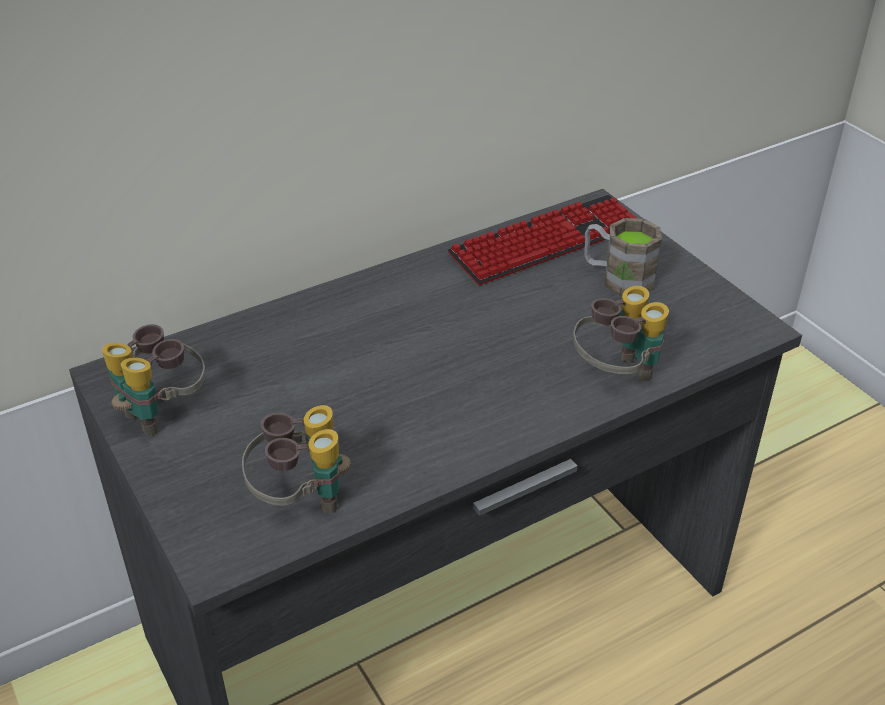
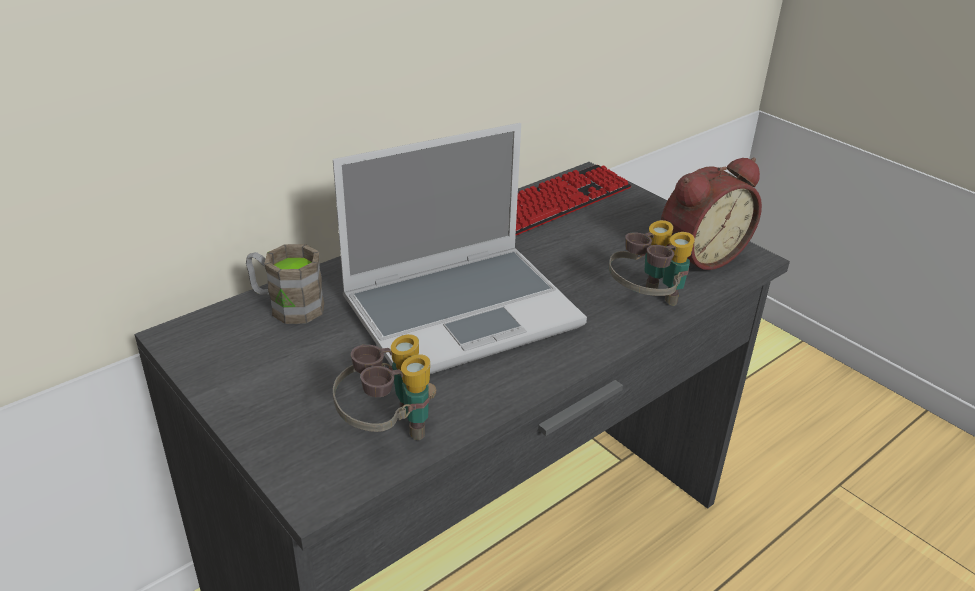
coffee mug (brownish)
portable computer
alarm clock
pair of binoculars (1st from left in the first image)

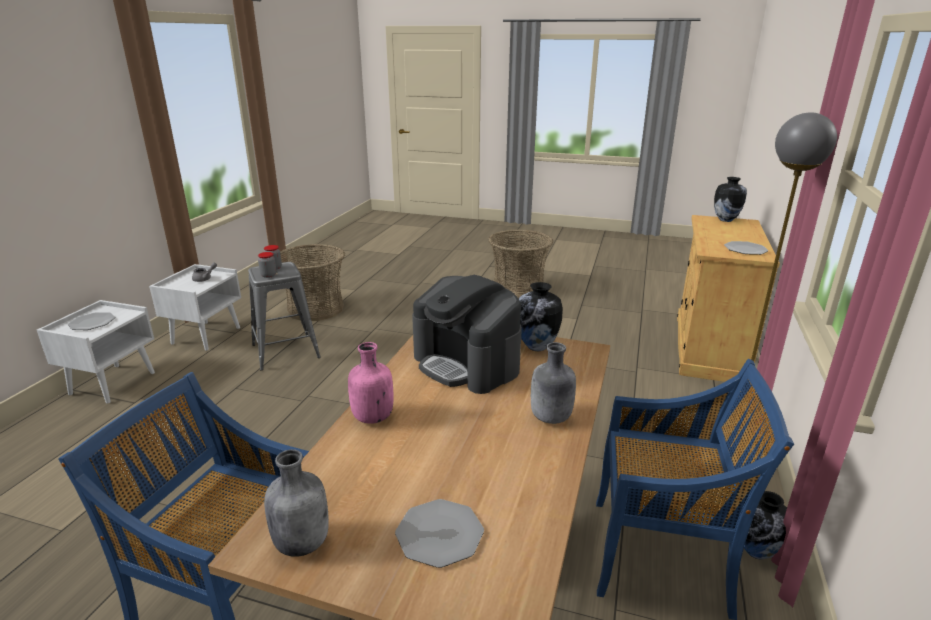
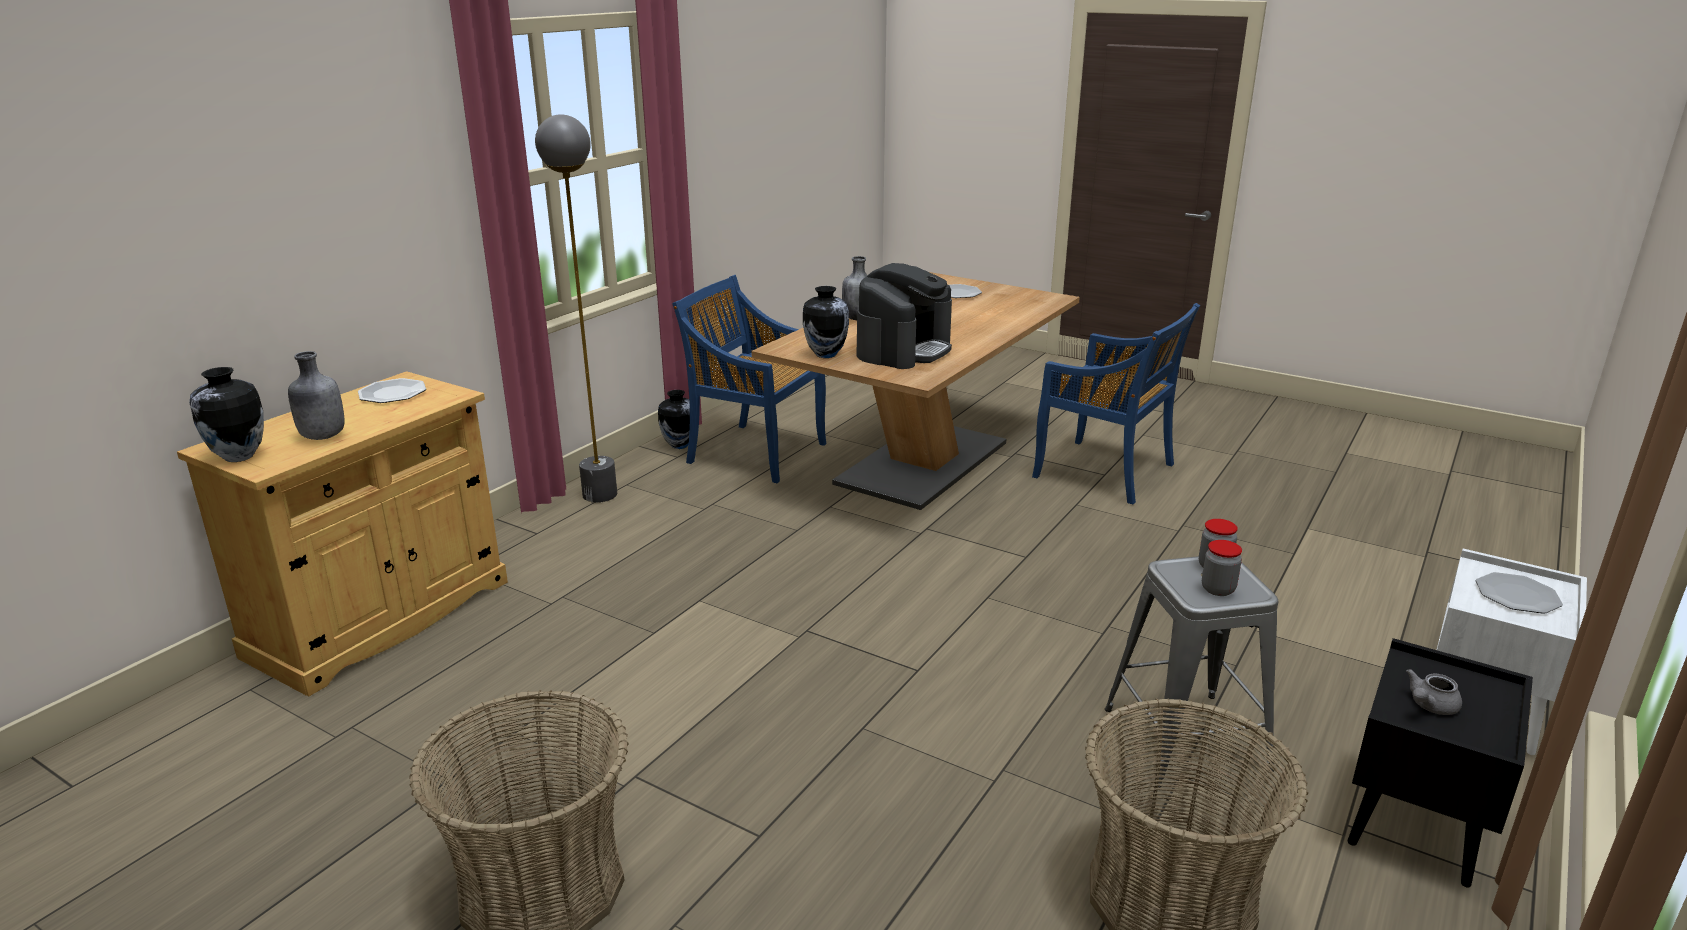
drink bottle (grey) (1st from left)
coffee brewer
nightstand (blackish)
drink bottle (pink-coloured)

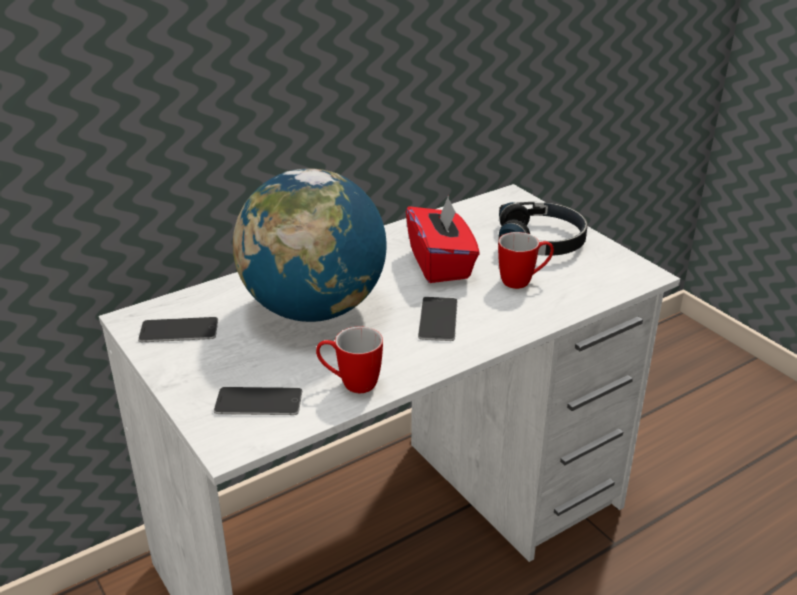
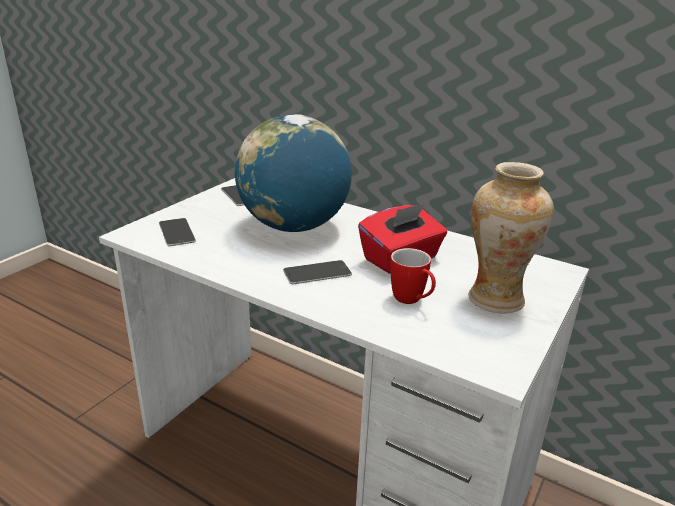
vase
coffee mug (1st from left in the first image)

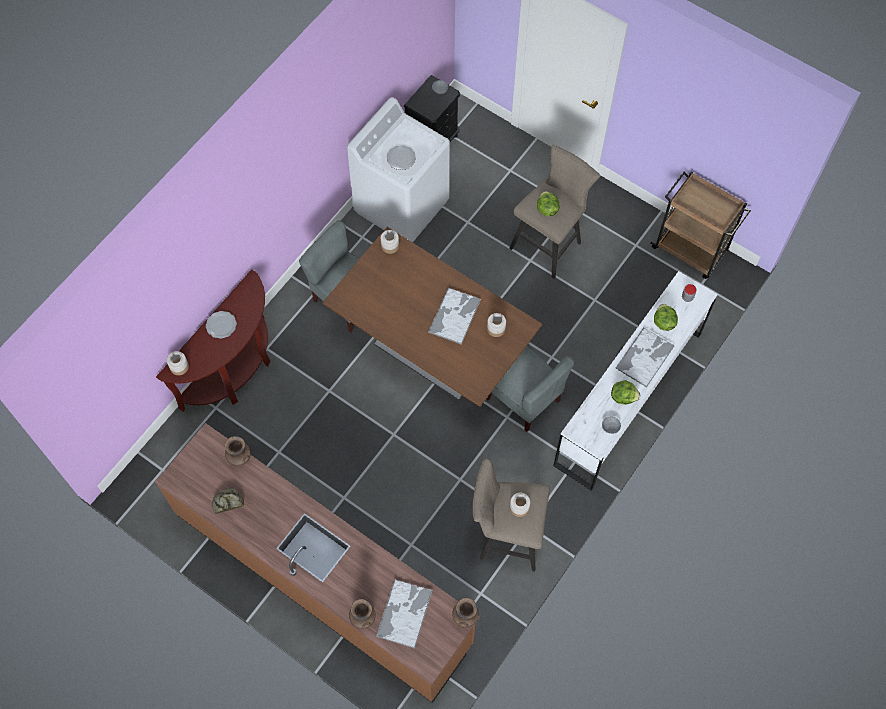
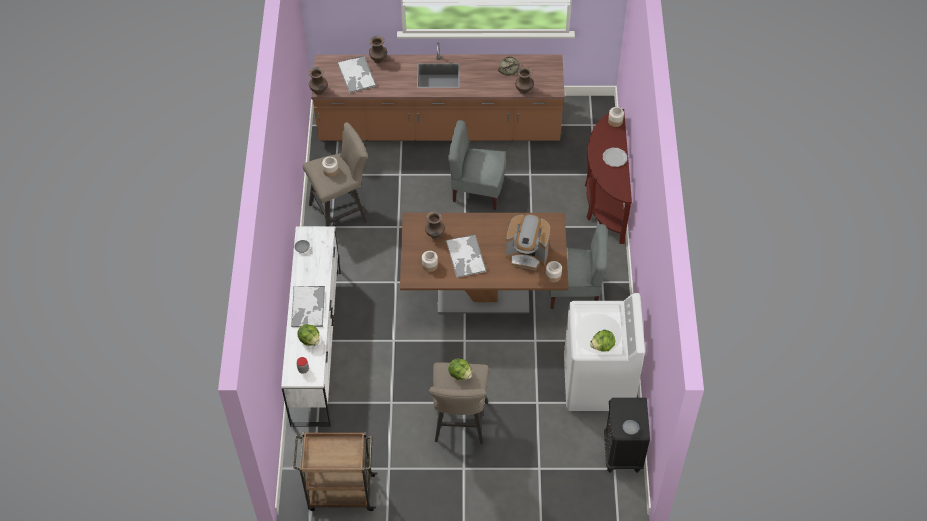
vase (brownish) (3rd from left)
upright chair (grey) (1st from left)
coffee brewer
lettuce (3rd from left)
plate (2nd from left in the first image)

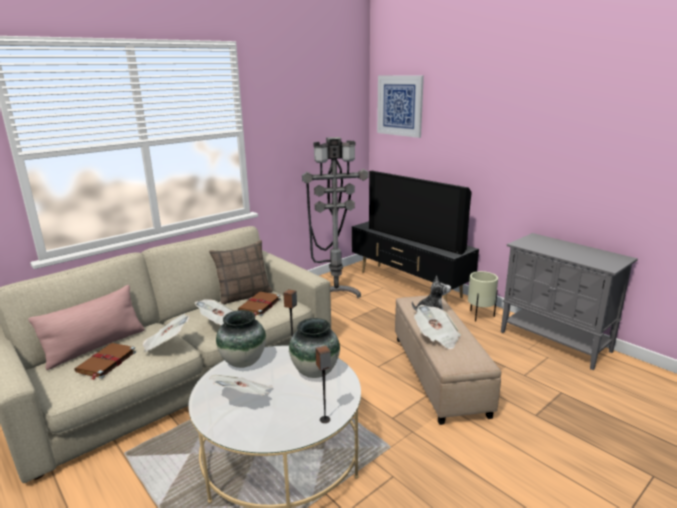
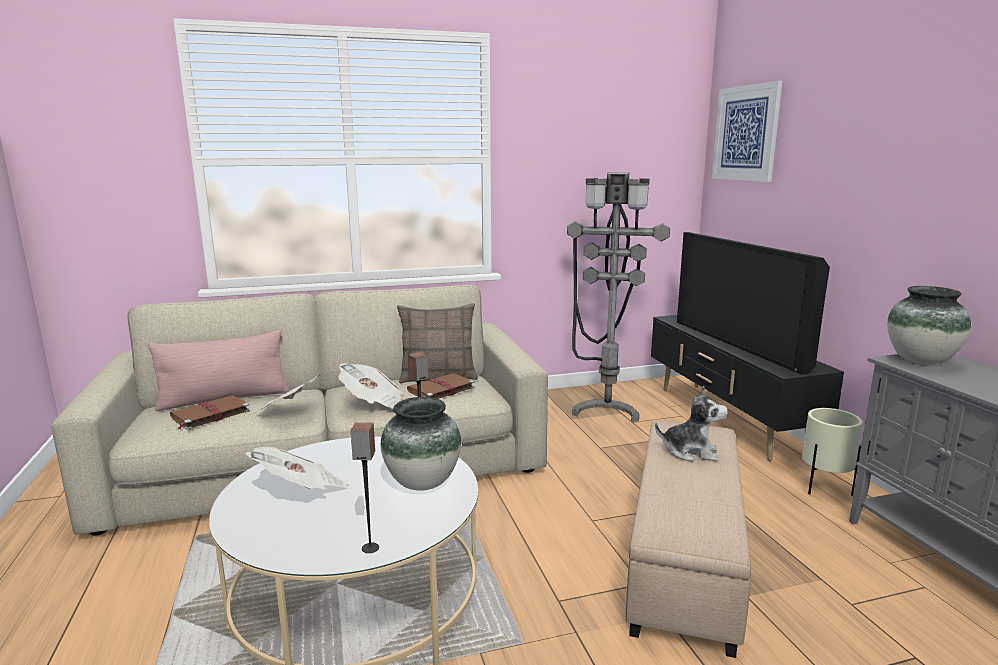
vase (2nd from left)
newspaper (4th from left in the first image)

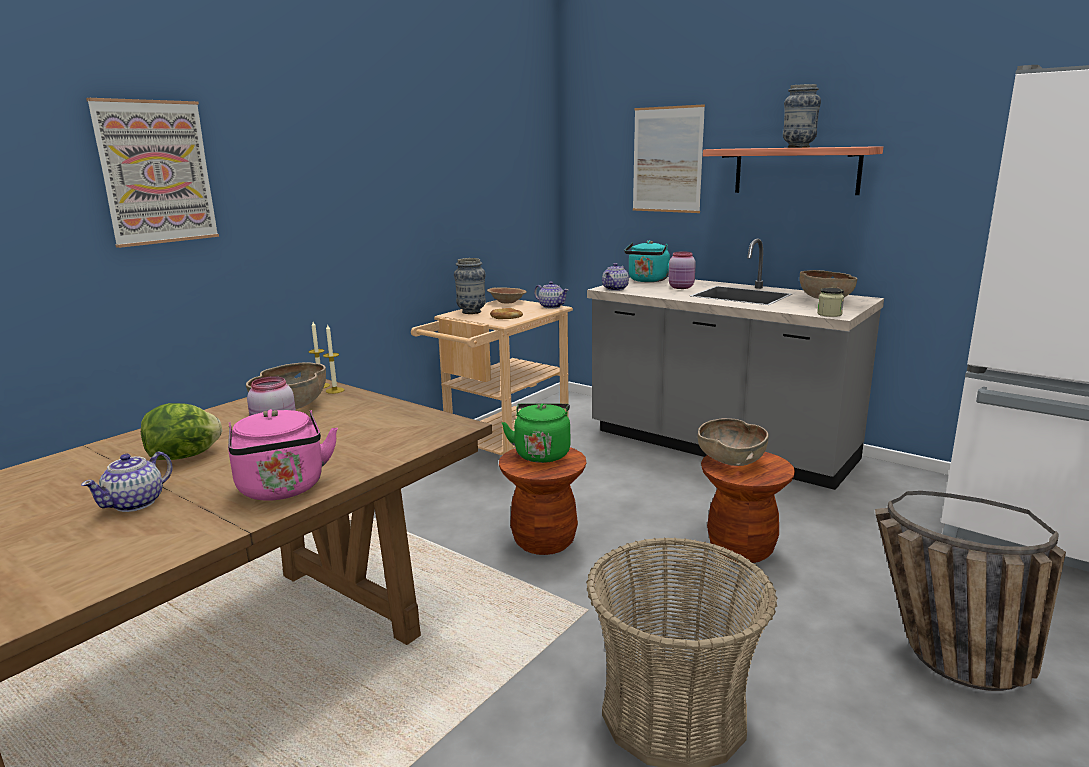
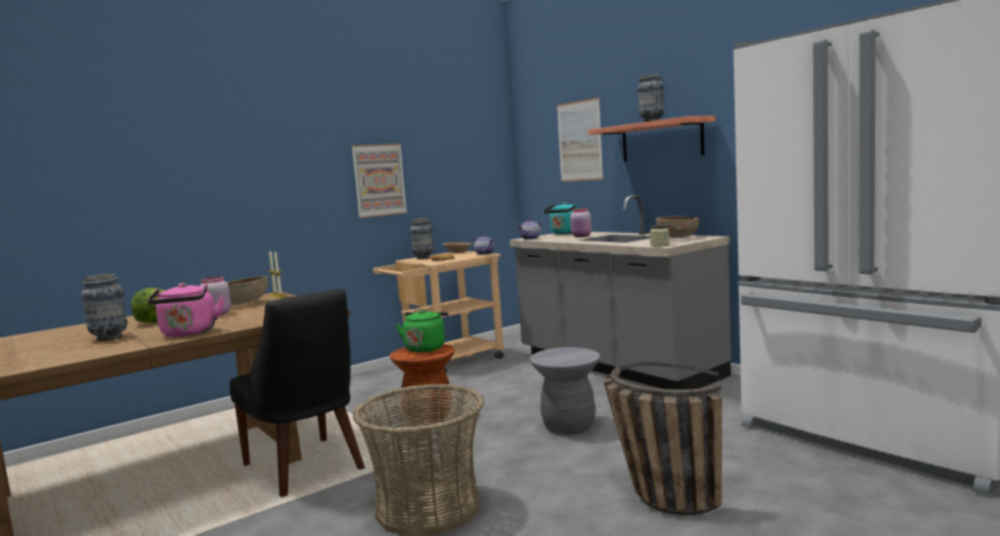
vase (1st from left)
upright chair (blackish)
wall picture (1st from left)
stool seat (grey)
serving bowl (brownish) (3rd from left in the first image)

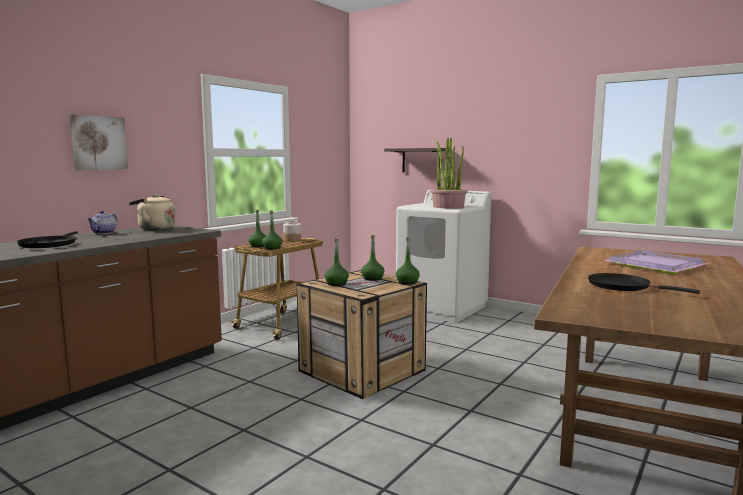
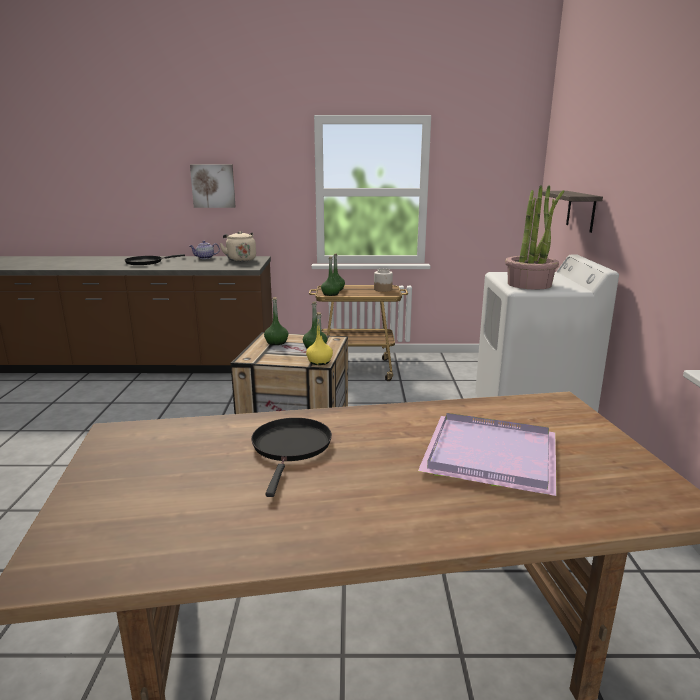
drink bottle (yellowish)

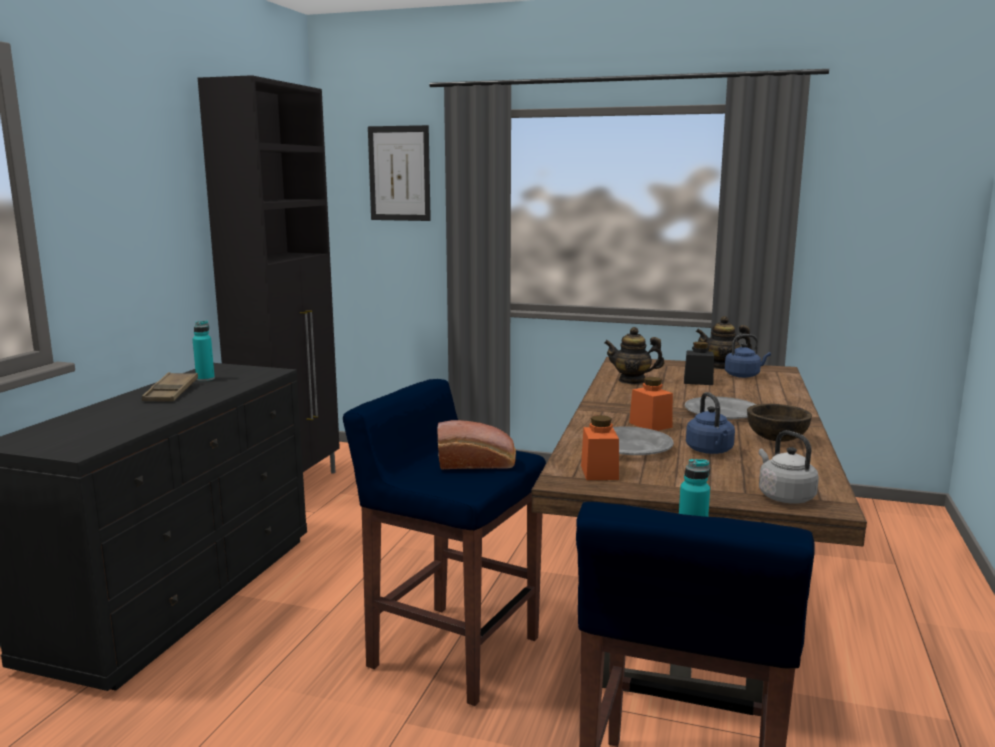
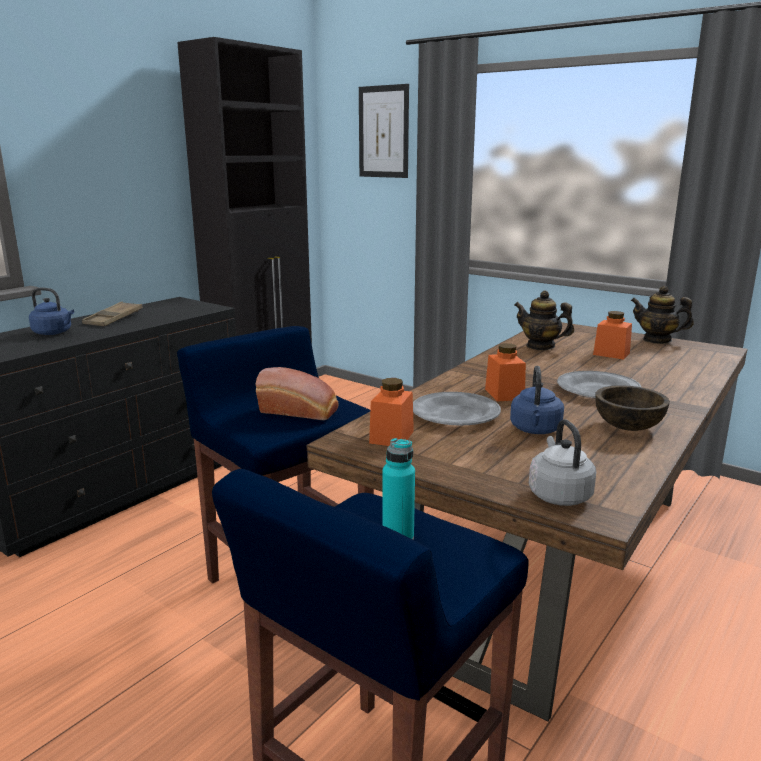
water kettle (blue-coloured) (1st from left)
storage jar (orange-coloured) (3rd from left)
drink bottle (blue-green) (1st from left in the first image)

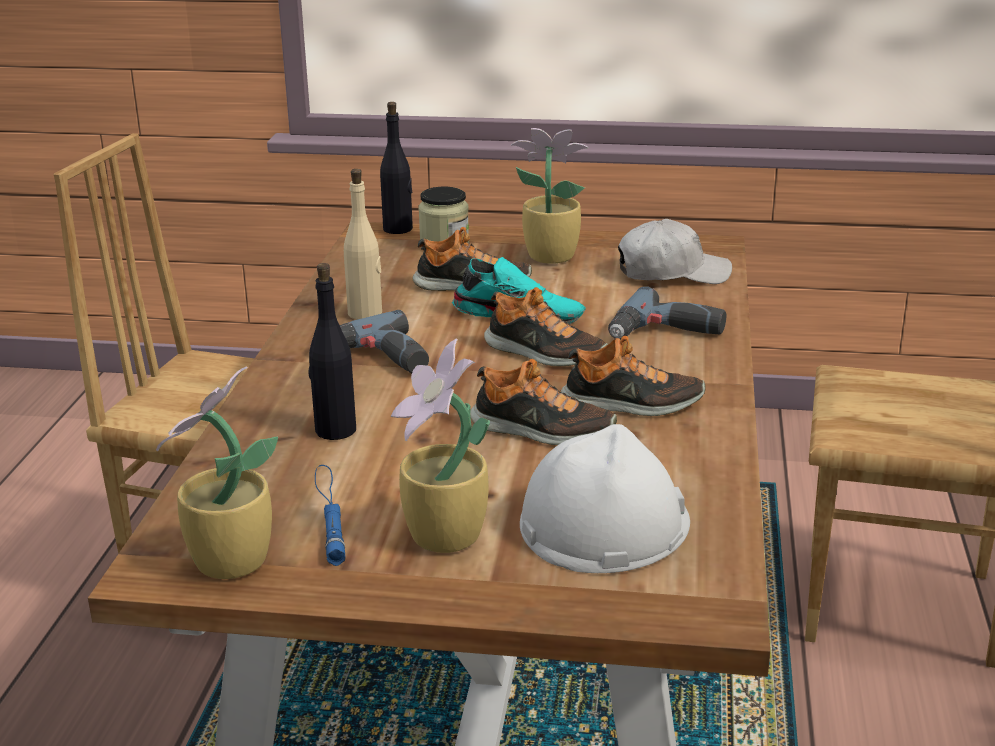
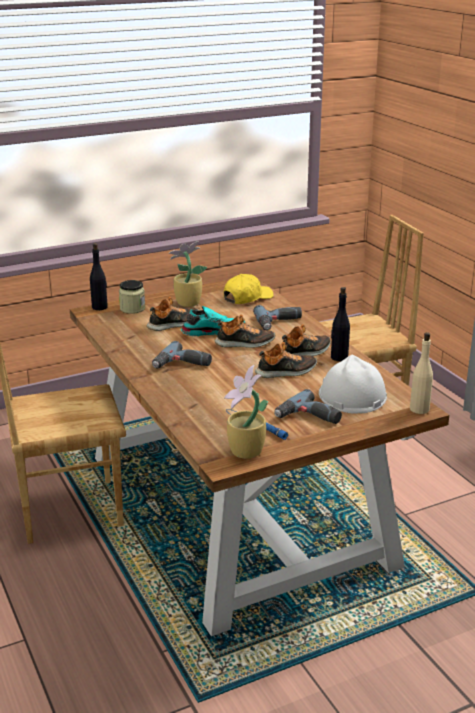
baseball cap (yellowish)
drill (3rd from left)
drink bottle (blackish) (2nd from left)
drink bottle (beige)

